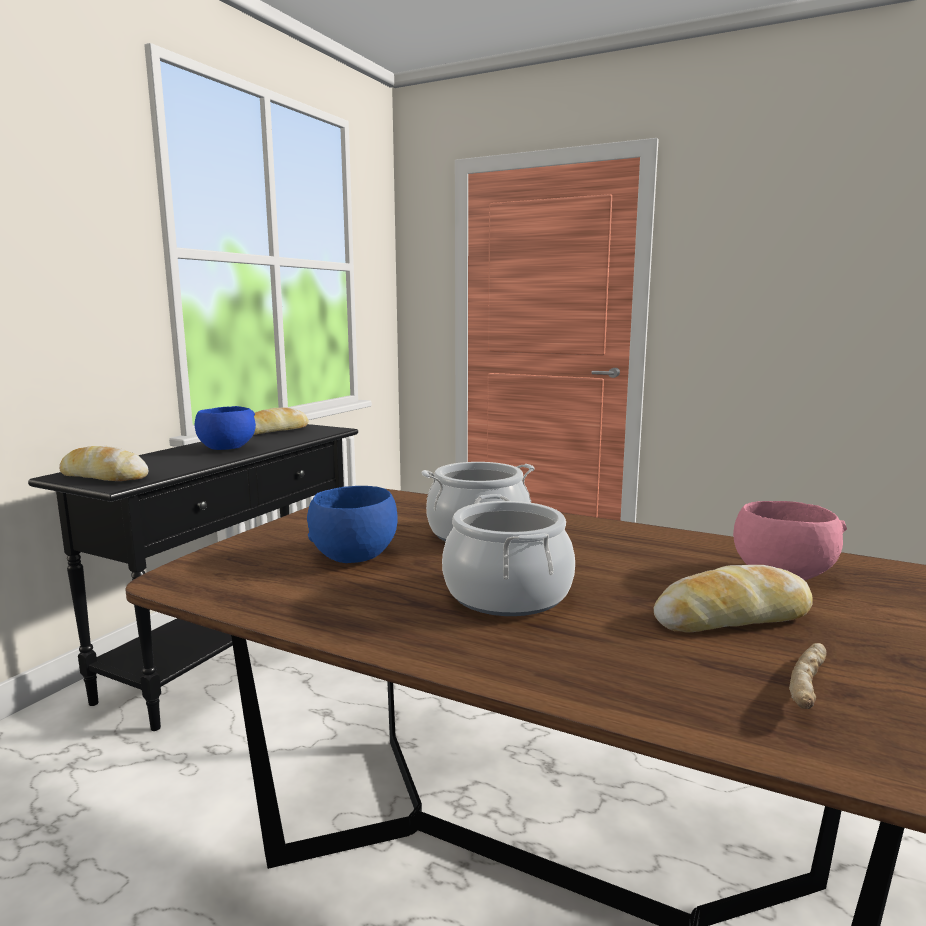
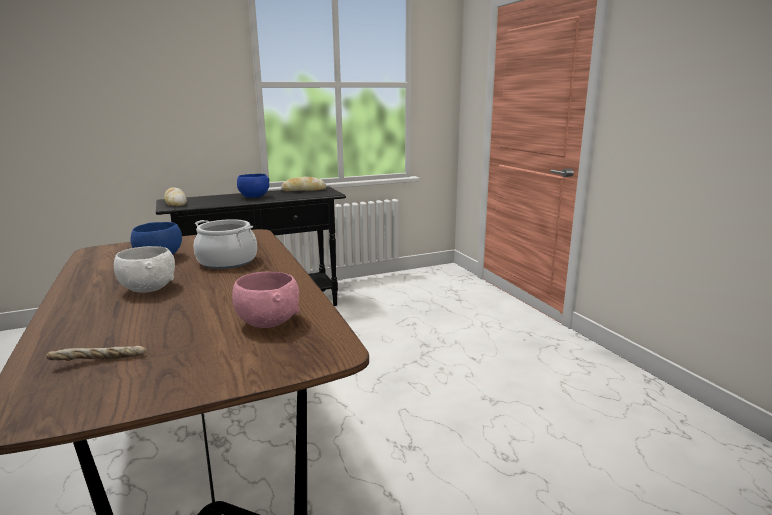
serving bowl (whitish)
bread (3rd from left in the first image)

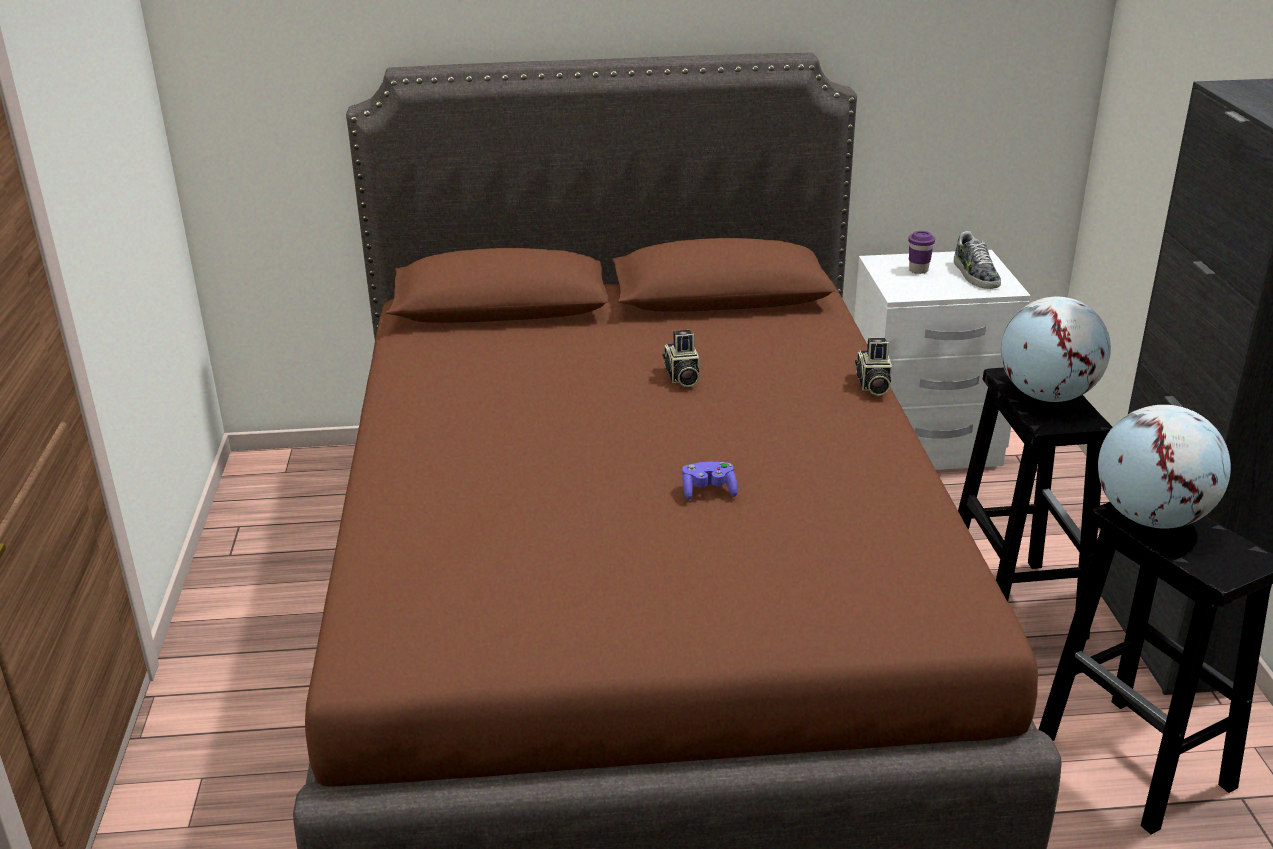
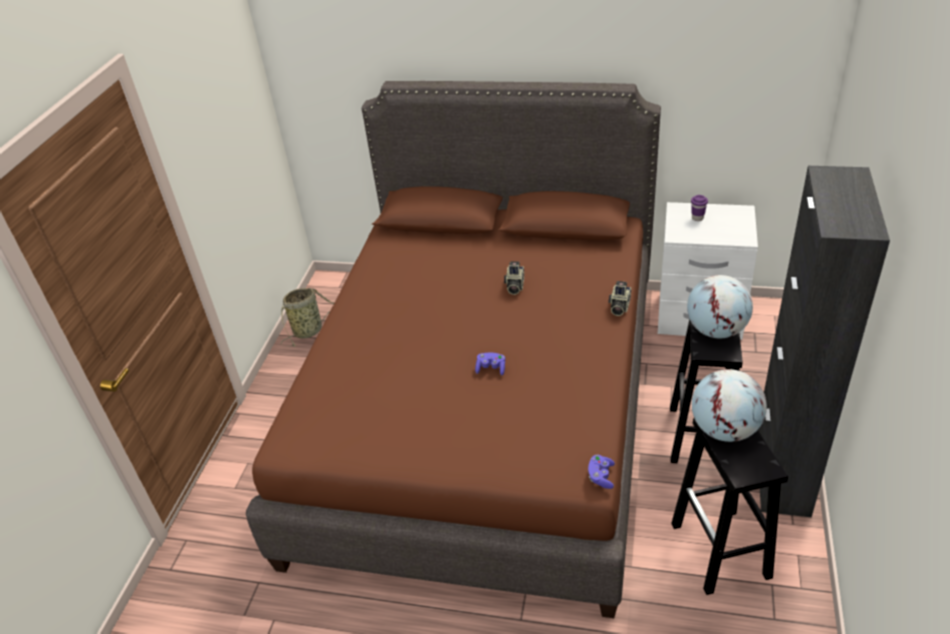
household basket
game controller (purple) (2nd from left)
shoe

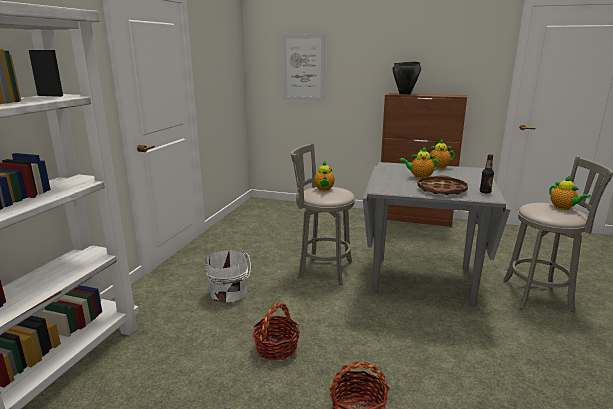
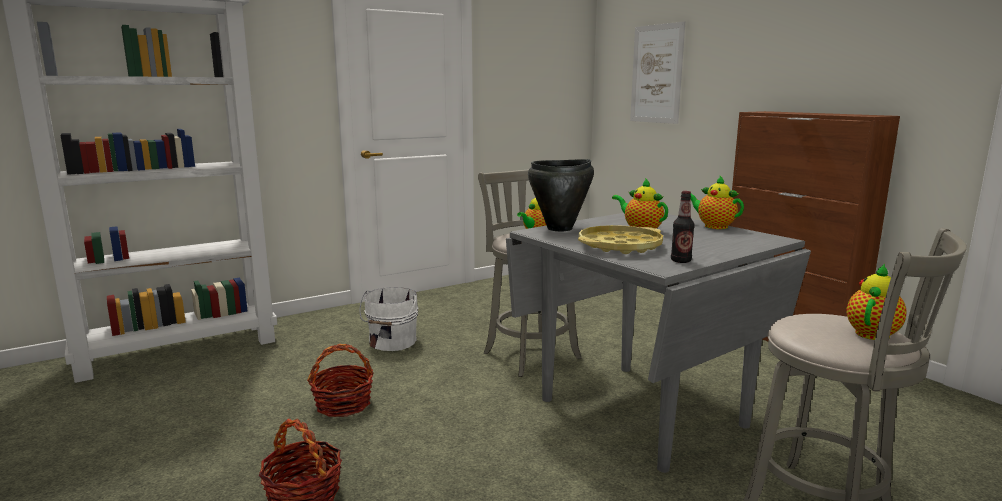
saucepot (blackish)
carrying tray (yellowish)
teapot (4th from left)

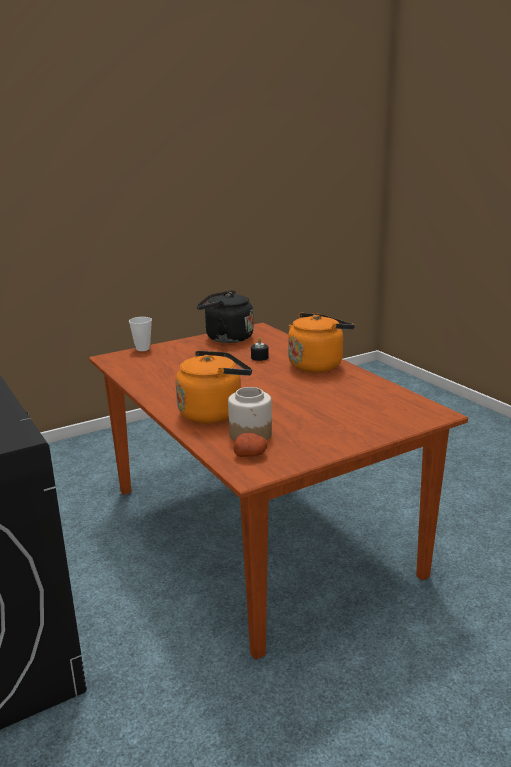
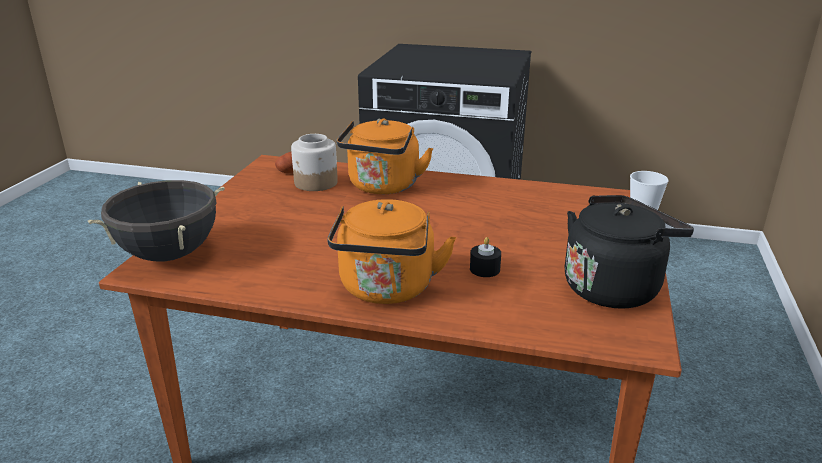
saucepot (blackish)

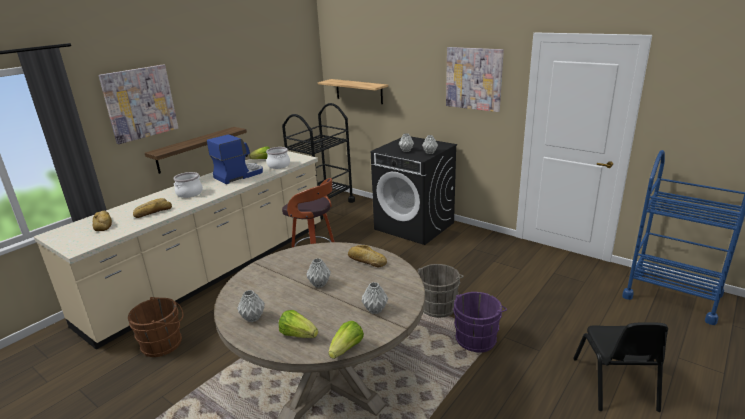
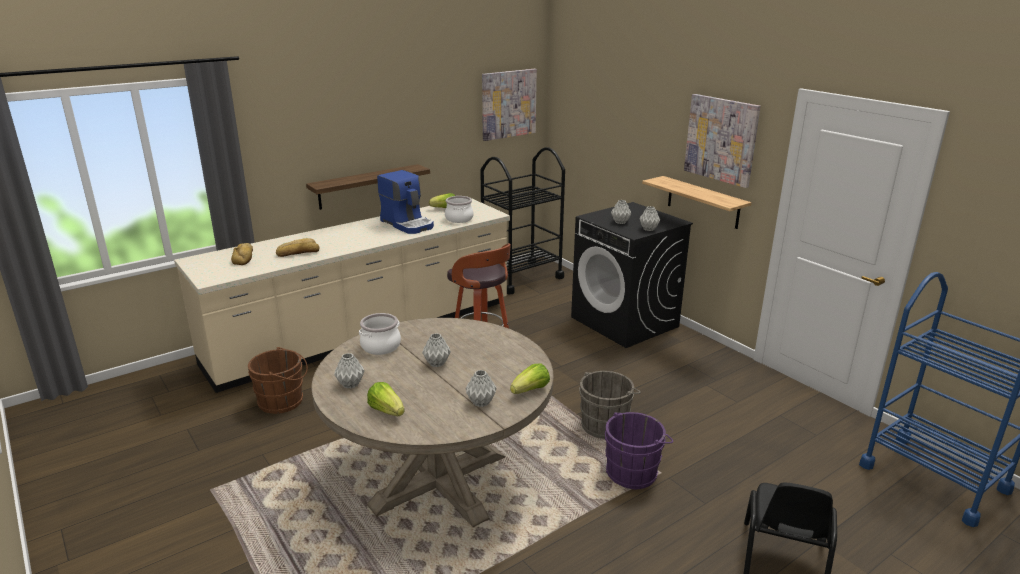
saucepot (1st from left)
coffee brewer
wall picture (1st from left)
lettuce (3rd from left)
wall shelf (2nd from left)
bread (3rd from left in the first image)

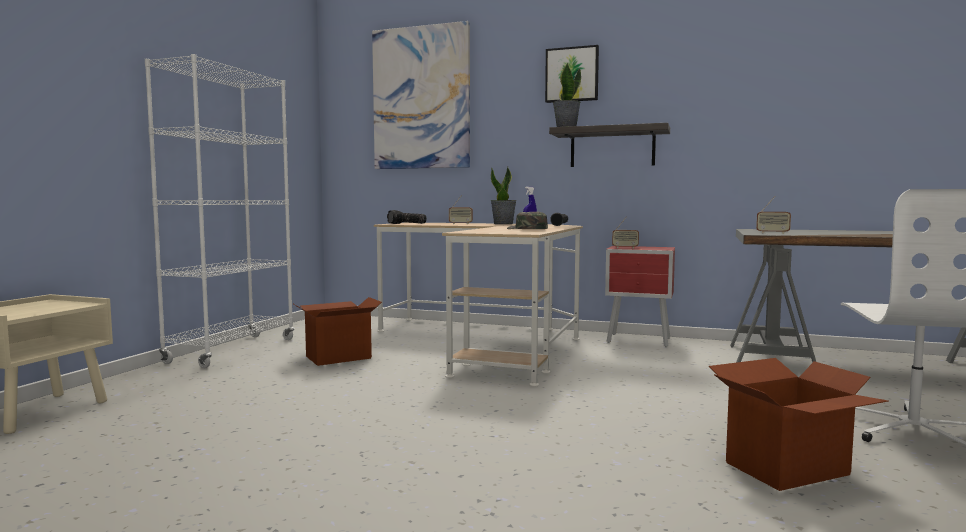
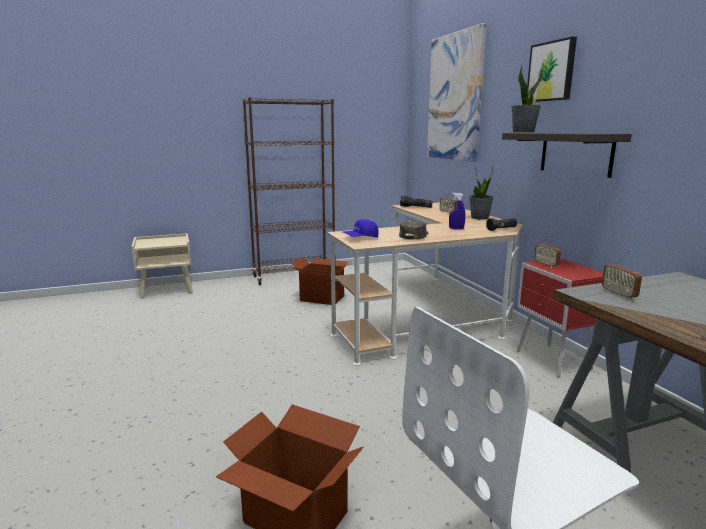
bookcase (brownish)
baseball cap (blue-coloured)

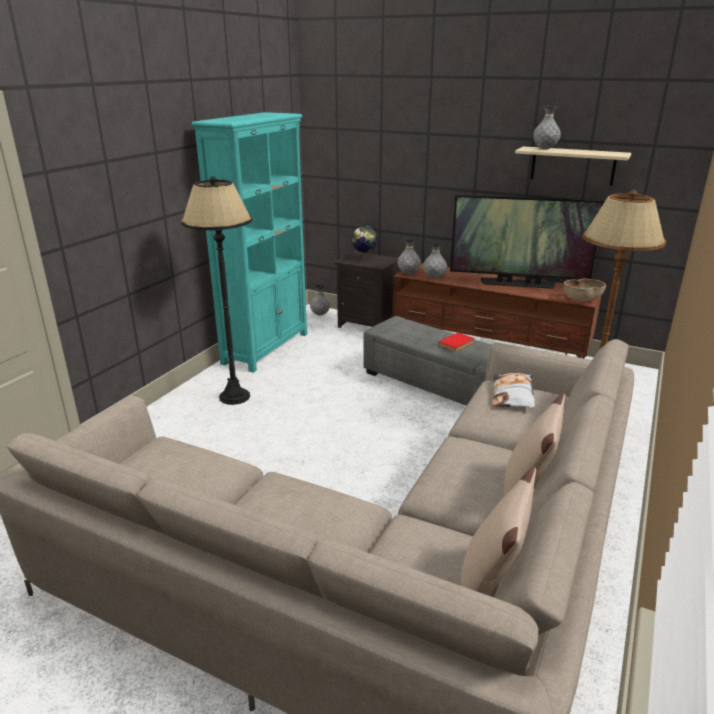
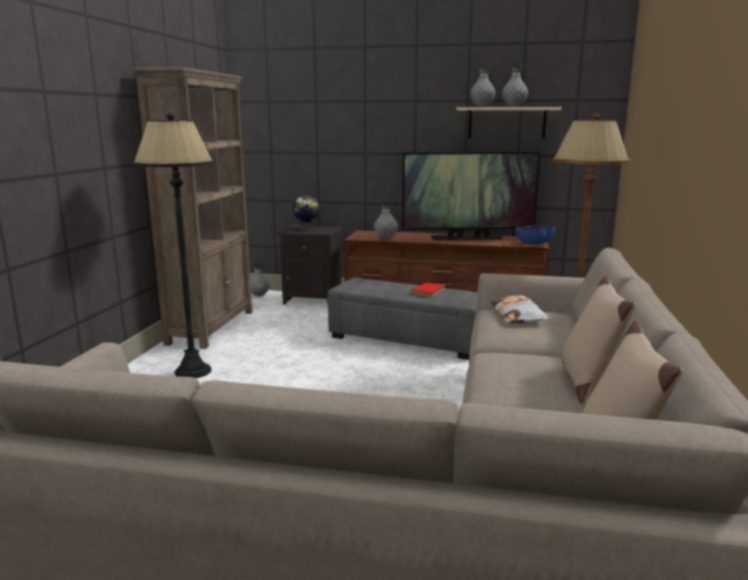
bookcase (brownish)
vase (grey) (4th from left)
serving bowl (blue-coloured)

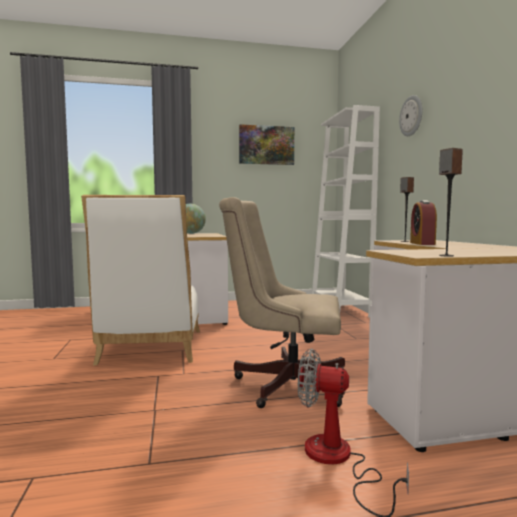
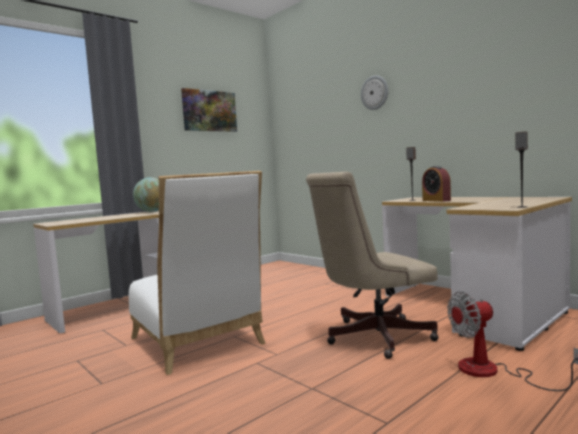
bookcase (whitish)

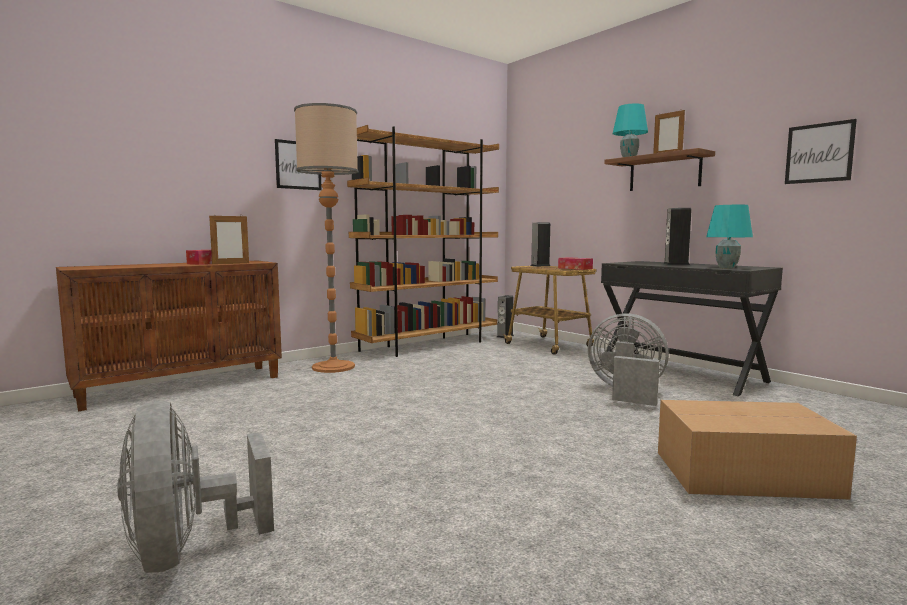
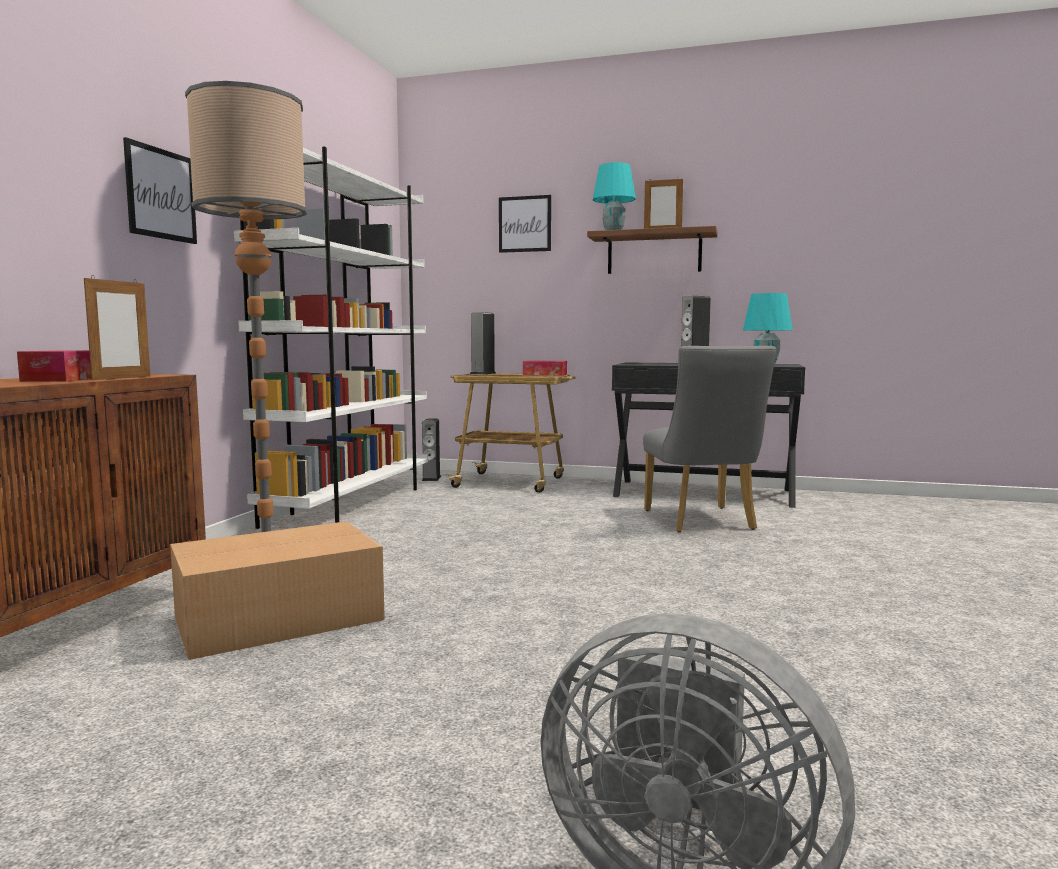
cardboard box
bookcase (whitish)
wall picture (2nd from left)
upright chair (grey)

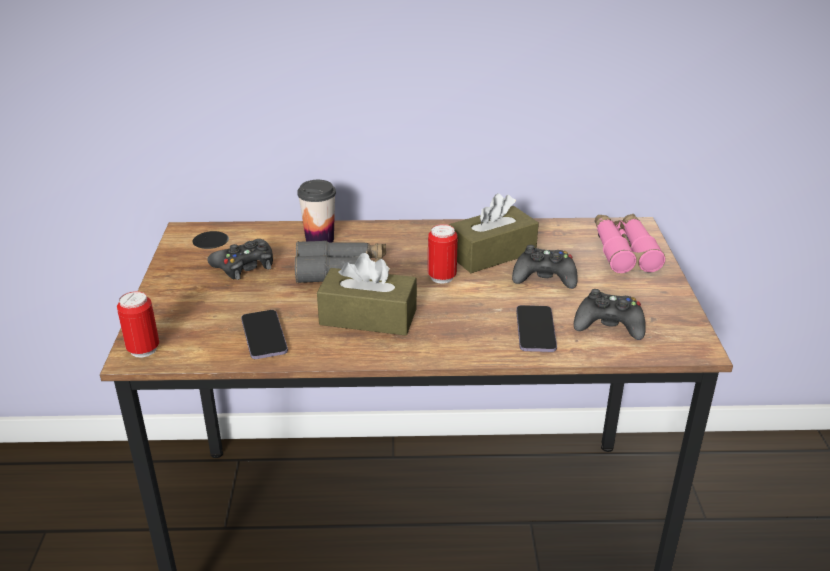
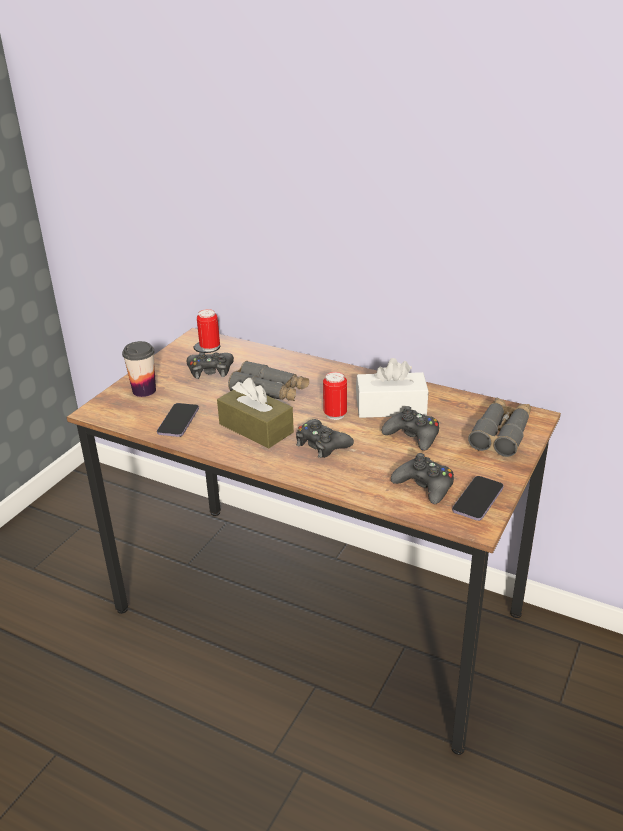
drinking cup
can (1st from left)
game controller (blackish) (2nd from left)
box of tissues (whitish)
handset (2nd from left)
pair of binoculars (grey) (2nd from left)

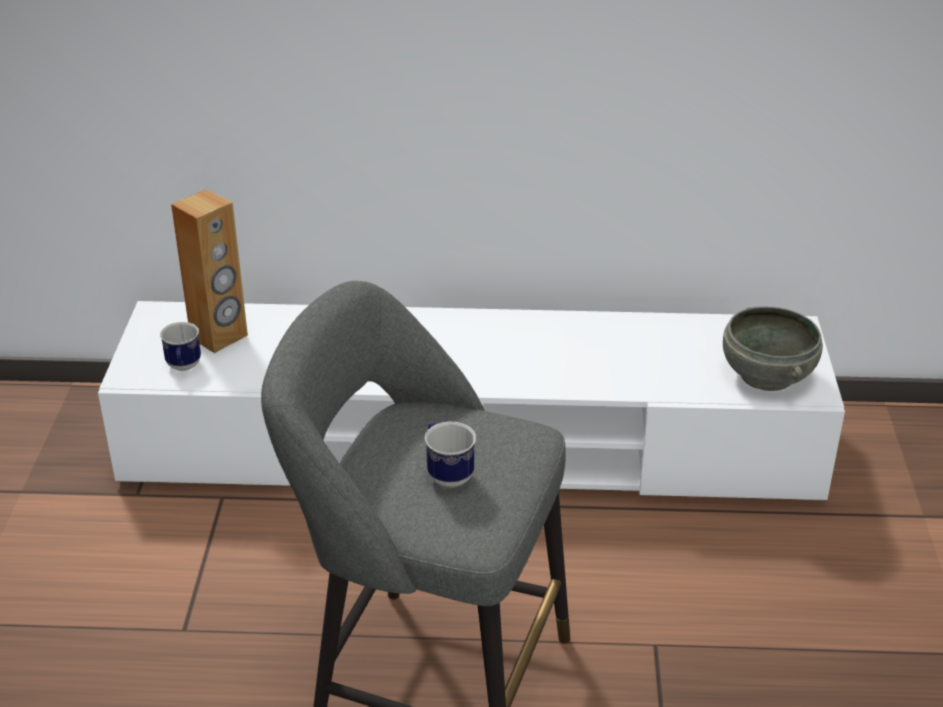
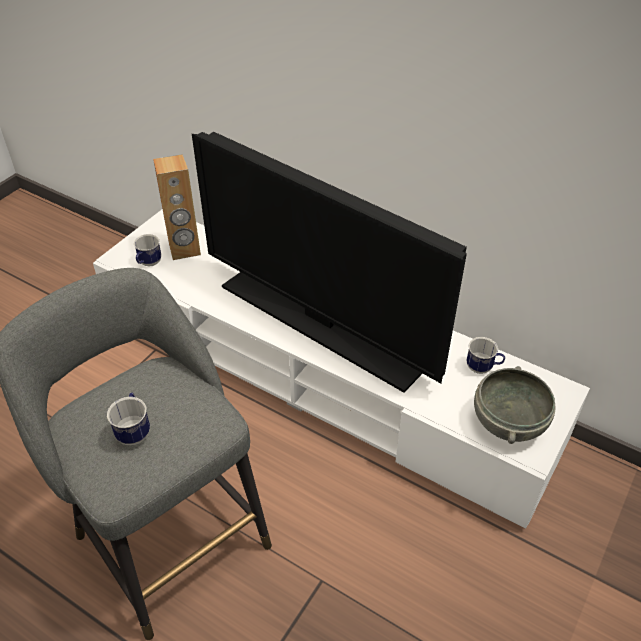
TV
coffee mug (3rd from left)

